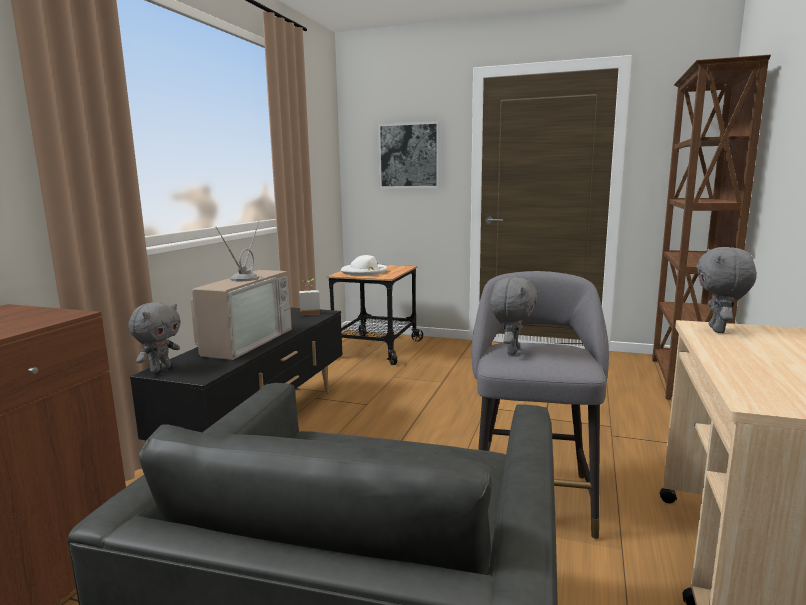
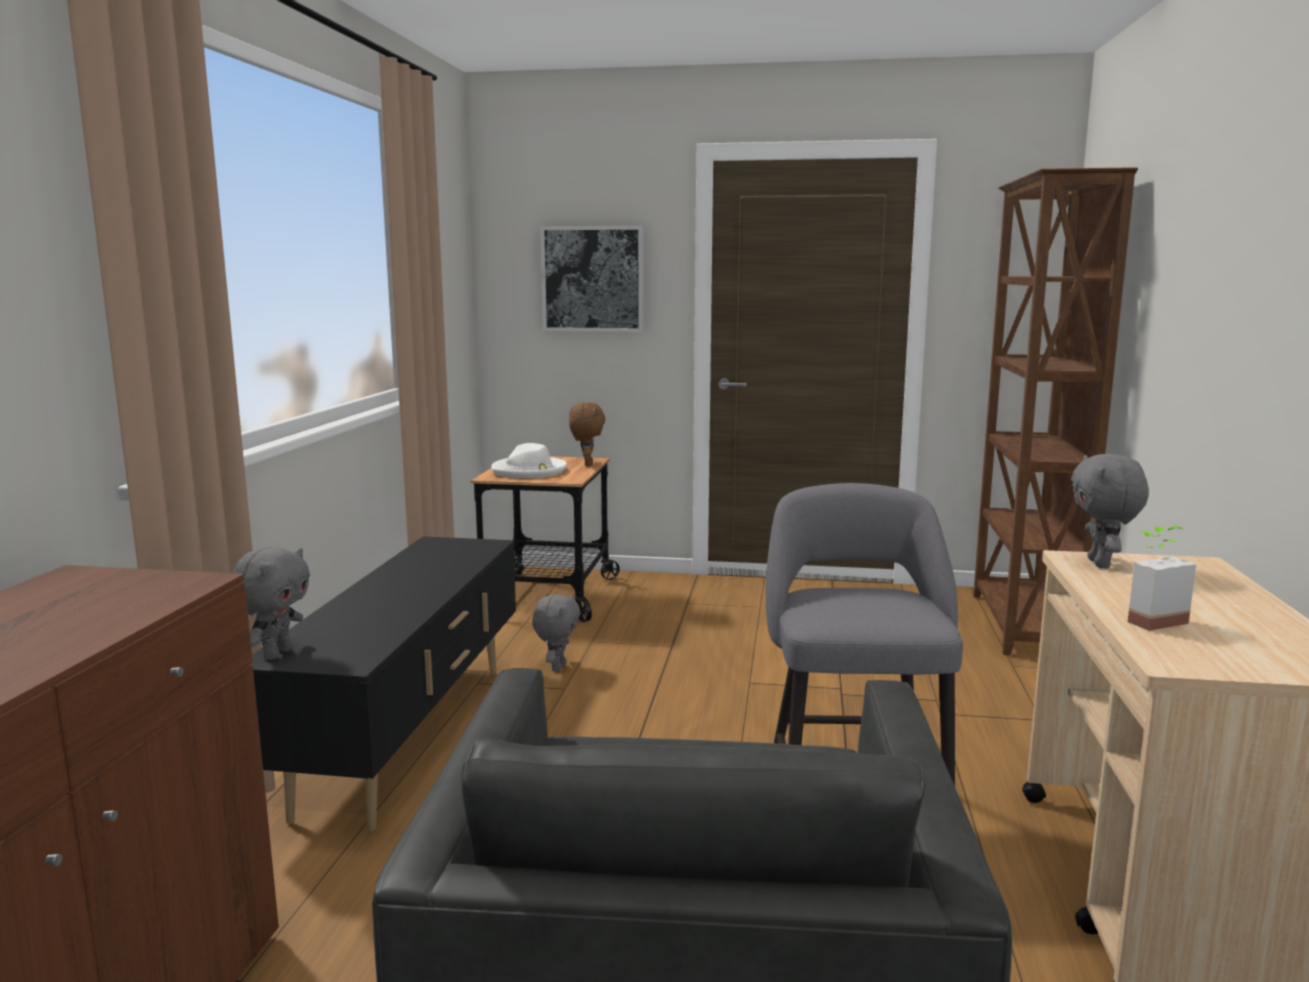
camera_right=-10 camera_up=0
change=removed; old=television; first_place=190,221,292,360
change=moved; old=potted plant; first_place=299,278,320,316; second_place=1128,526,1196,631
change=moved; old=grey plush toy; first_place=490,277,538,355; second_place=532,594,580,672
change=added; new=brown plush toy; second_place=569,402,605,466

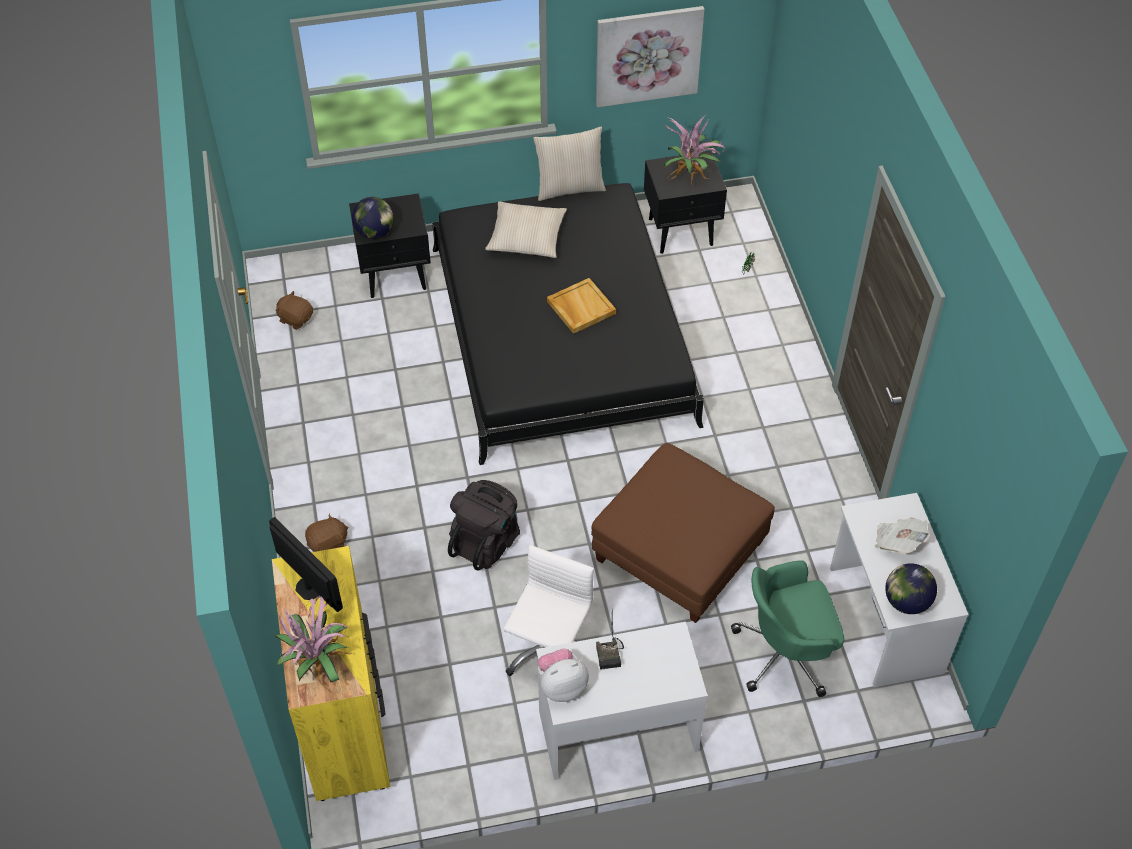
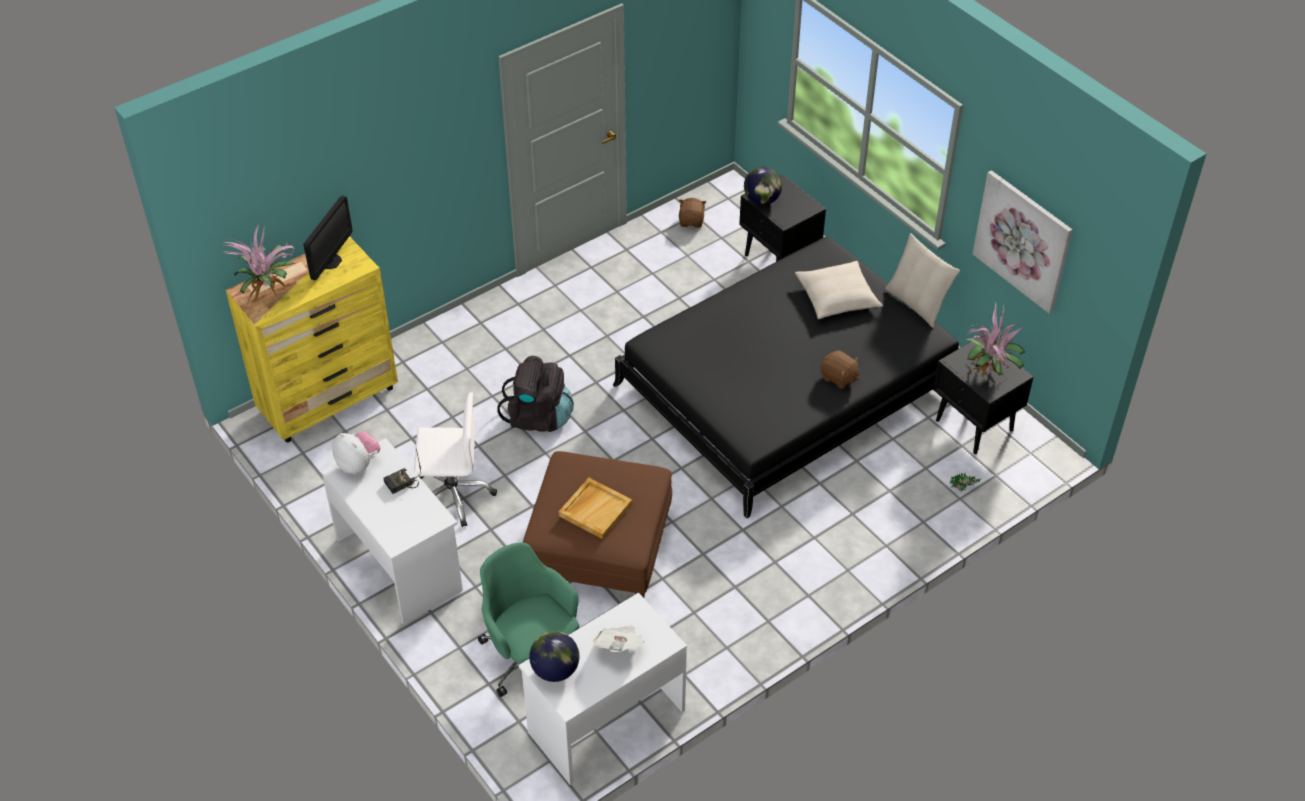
camera_right=65 camera_up=-5
change=moved; old=brown plush toy; first_place=305,513,348,552; second_place=821,350,859,389
change=moved; old=beige tray; first_place=547,278,616,334; second_place=559,478,632,539

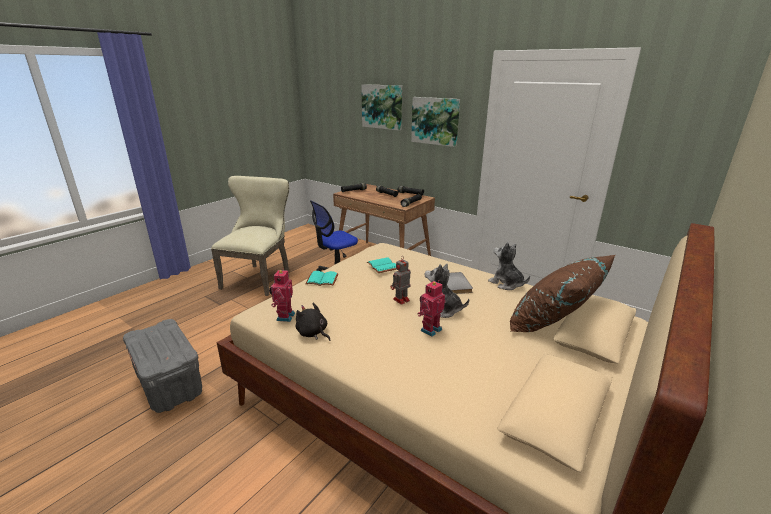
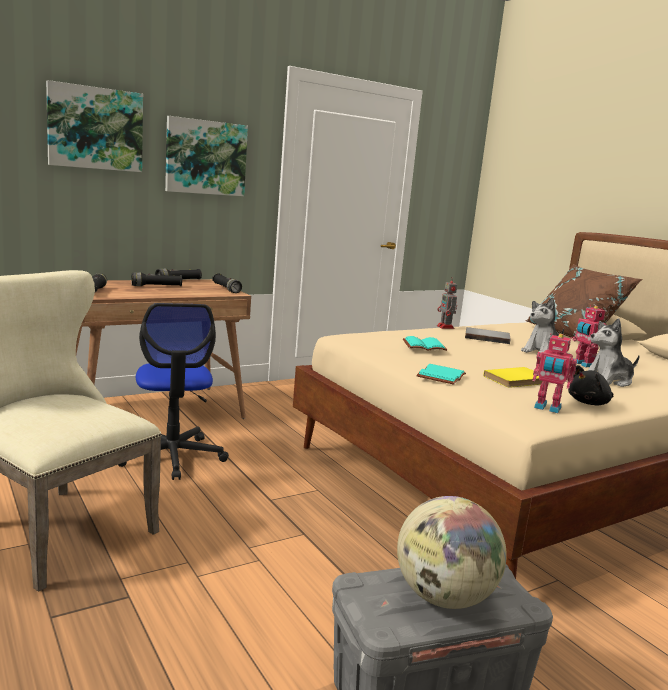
camera_right=-70 camera_up=-10
change=moved; old=toy robot; first_place=390,257,411,305; second_place=437,277,457,329
change=moved; old=plush toy; first_place=488,242,530,290; second_place=588,318,640,387
change=added; new=globe; second_place=397,496,507,609
change=added; new=yellow book; second_place=483,367,543,388

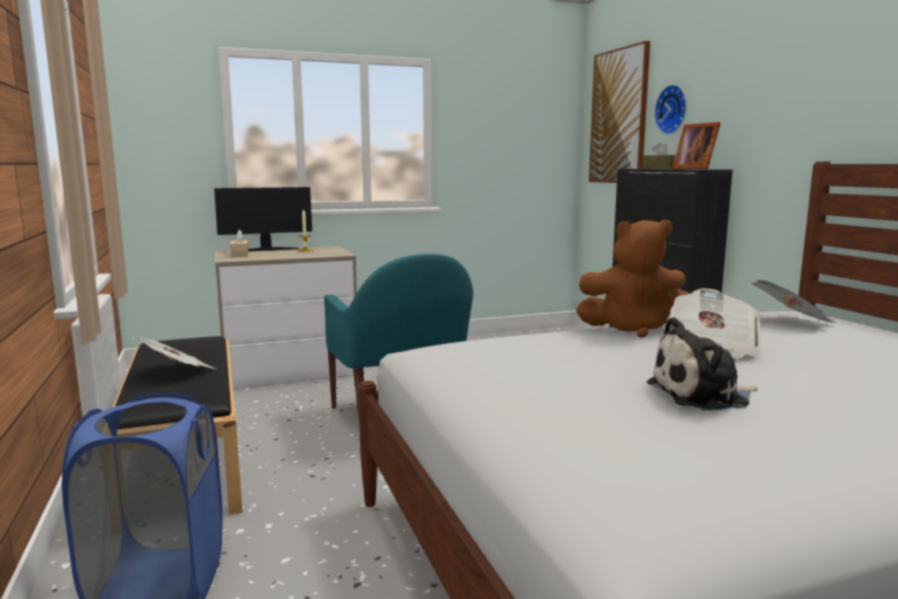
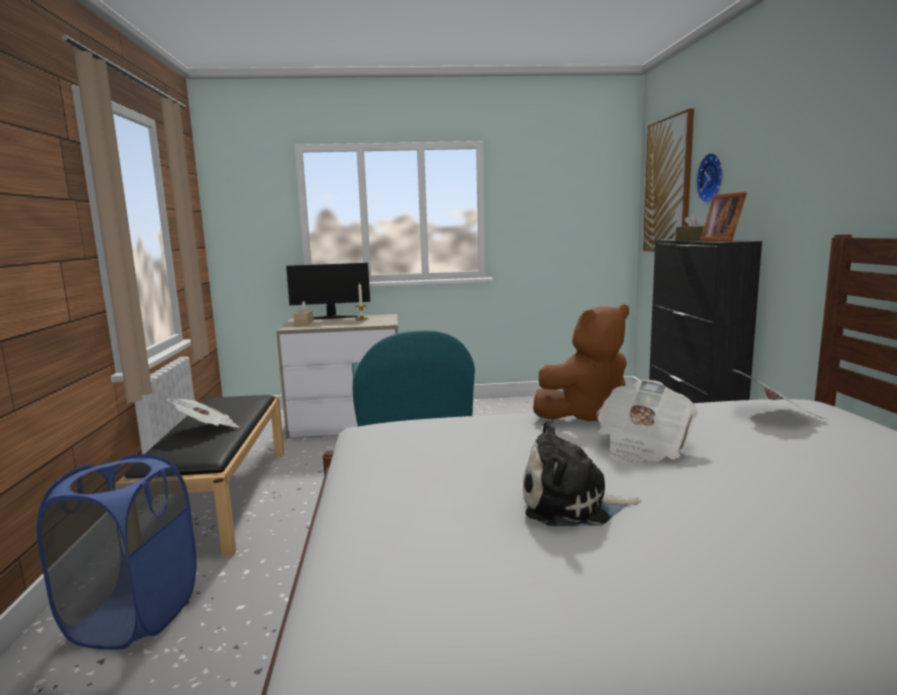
camera_right=15 camera_up=0
change=turned; old=brown plush toy; first_place=576,219,690,338; second_place=533,305,629,421; degrees=-45

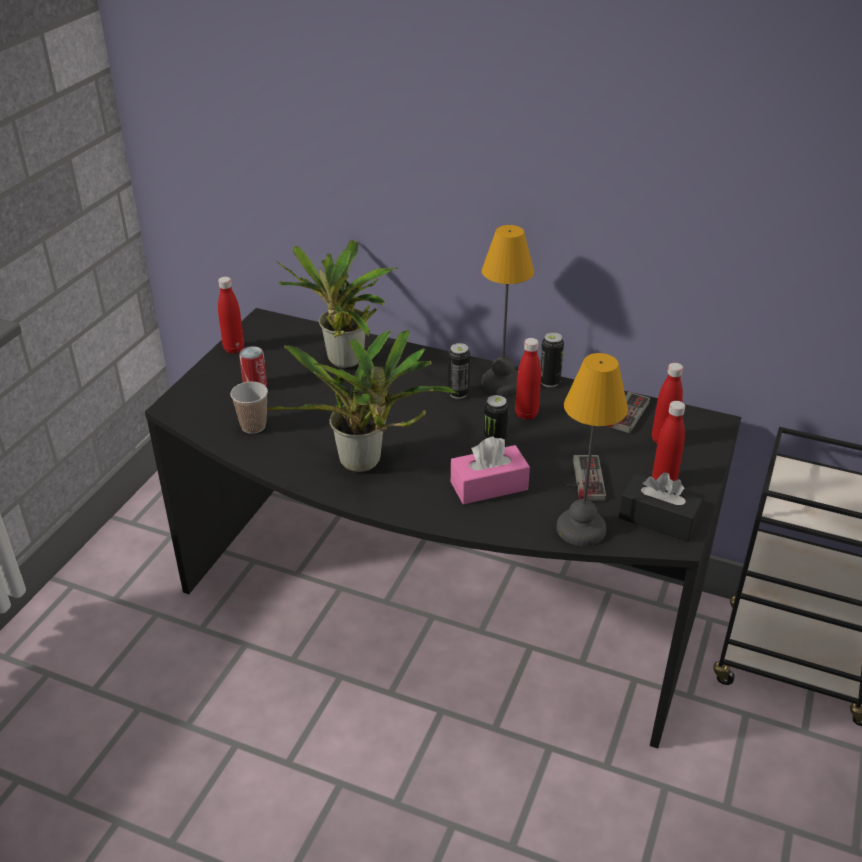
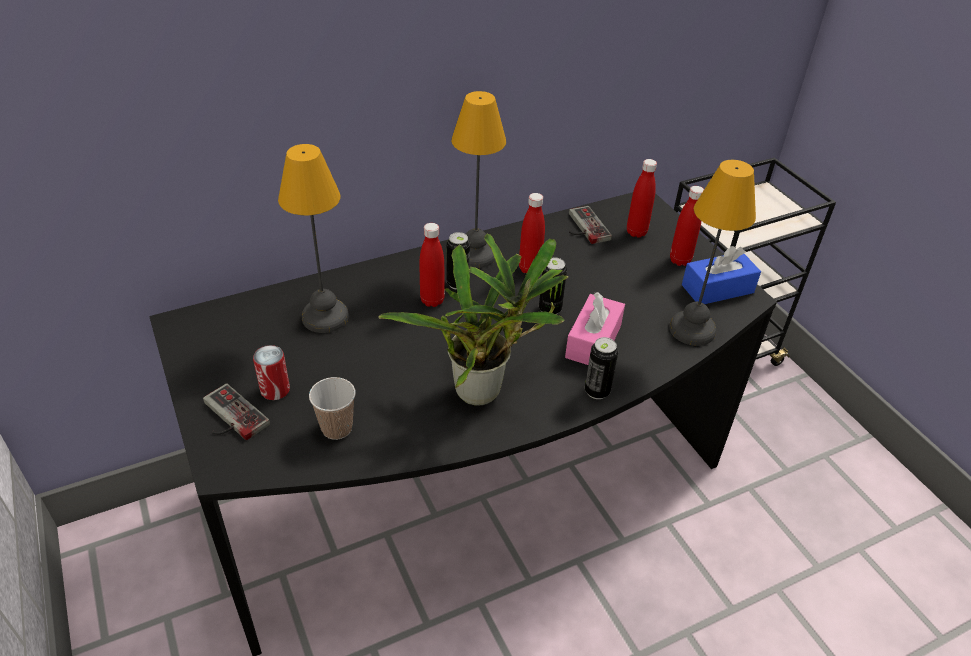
camera_right=-50 camera_up=5
change=moved; old=red bottle; first_place=218,277,244,354; second_place=419,223,445,307
change=replaced; old=potted plant; new=table lamp; first_place=275,240,399,368; second_place=278,144,349,333
change=moved; old=can; first_place=540,332,564,387; second_place=585,337,618,399
change=moved; old=game controller; first_place=561,455,606,501; second_place=203,383,270,440
change=recoloured; old=black tissue box; new=blue tissue box; first_place=619,472,705,542; second_place=682,246,761,304

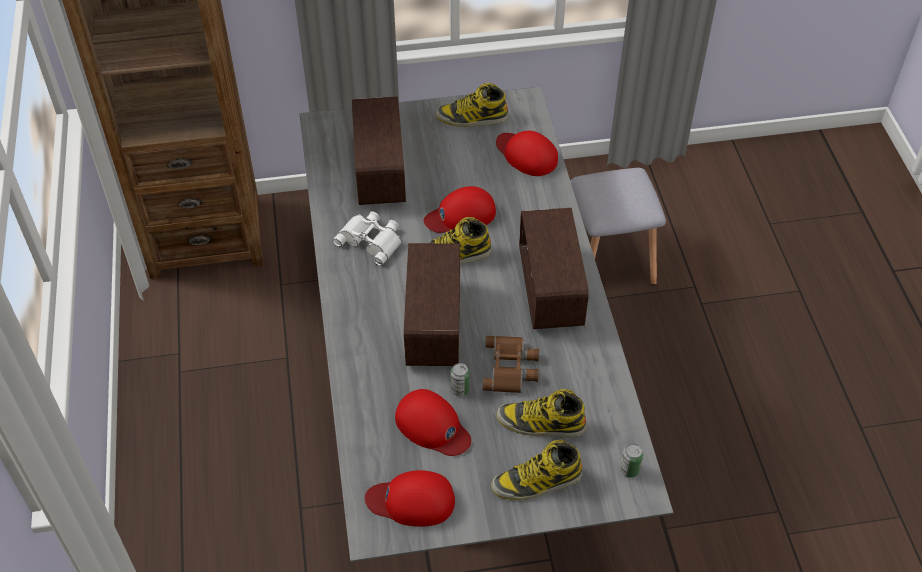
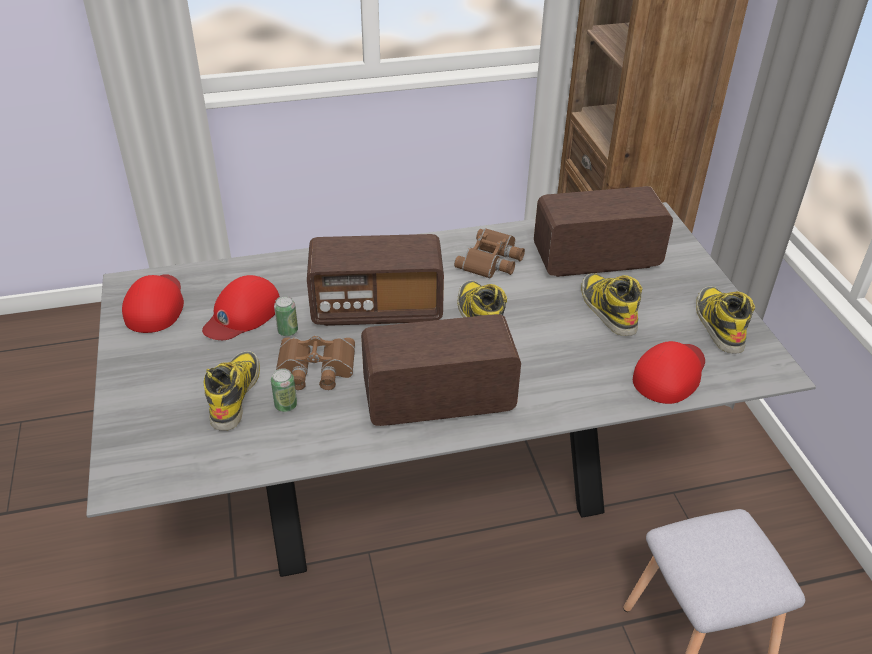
camera_right=85 camera_up=-10
change=recoloured; old=white binoculars; new=brown binoculars; first_place=333,211,402,266; second_place=454,228,525,279
change=removed; old=red cap; first_place=424,186,496,233
change=moved; old=boot; first_place=491,439,582,500; second_place=581,273,643,336
change=moved; old=can; first_place=620,444,643,478; second_place=271,368,297,412

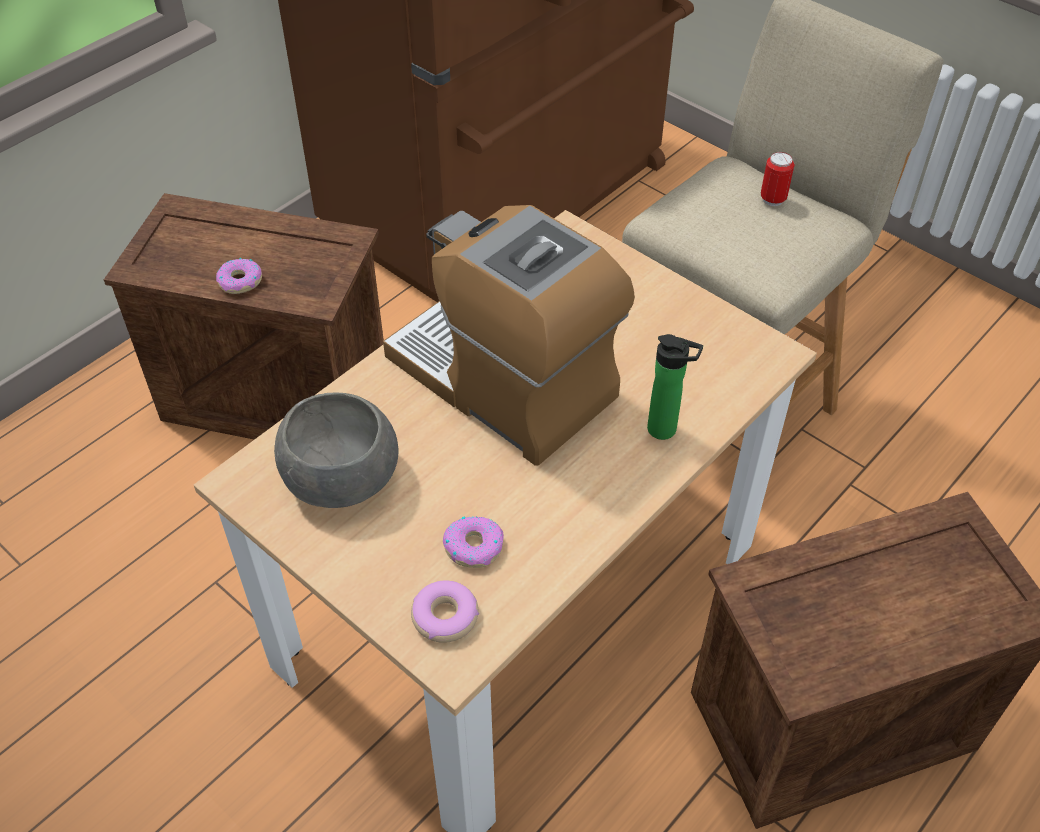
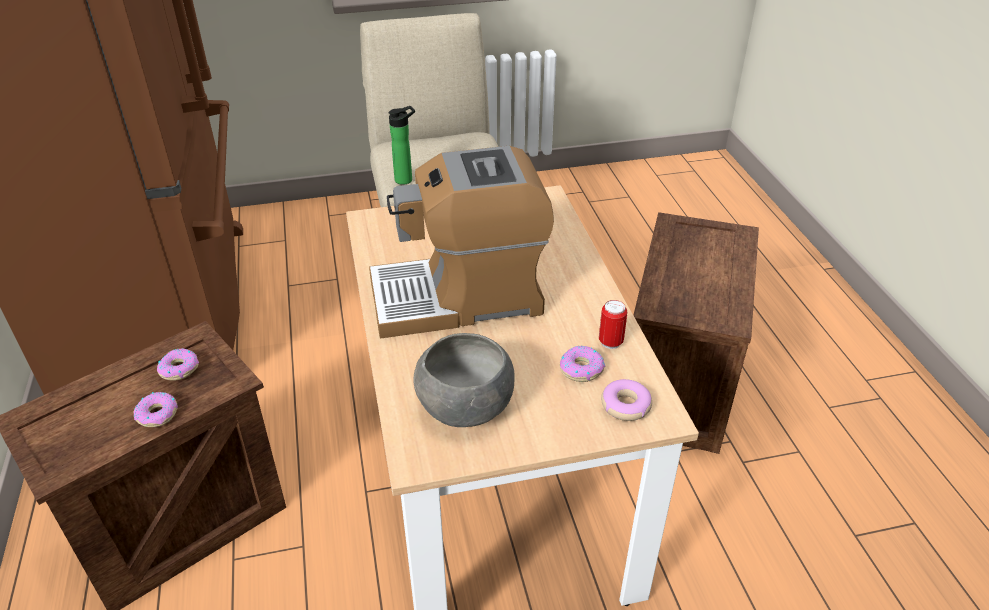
camera_right=-55 camera_up=-10
change=moved; old=bottle; first_place=647,334,703,440; second_place=388,106,415,185
change=moved; old=can; first_place=761,152,794,206; second_place=599,300,627,349
change=added; new=donut; second_place=157,349,199,381

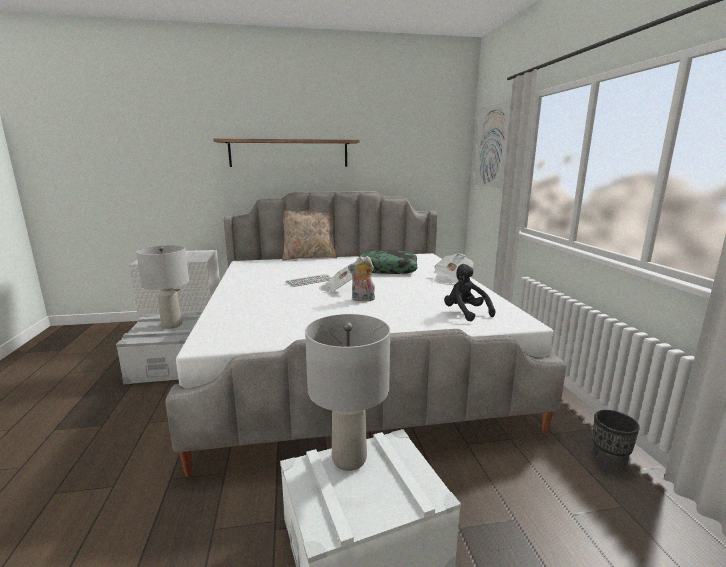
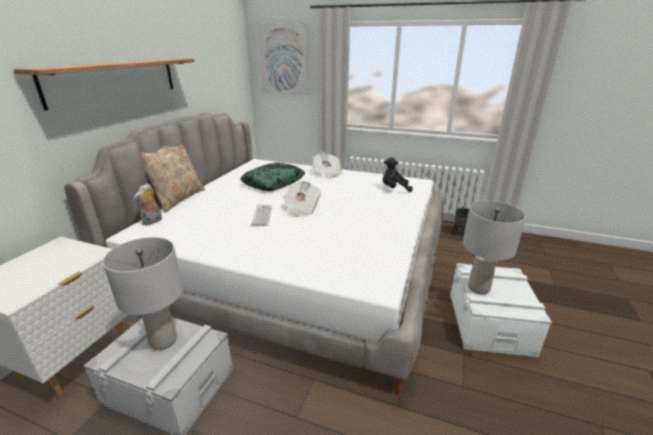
camera_right=-60 camera_up=10
change=moved; old=plush toy; first_place=348,256,375,301; second_place=133,183,162,226

